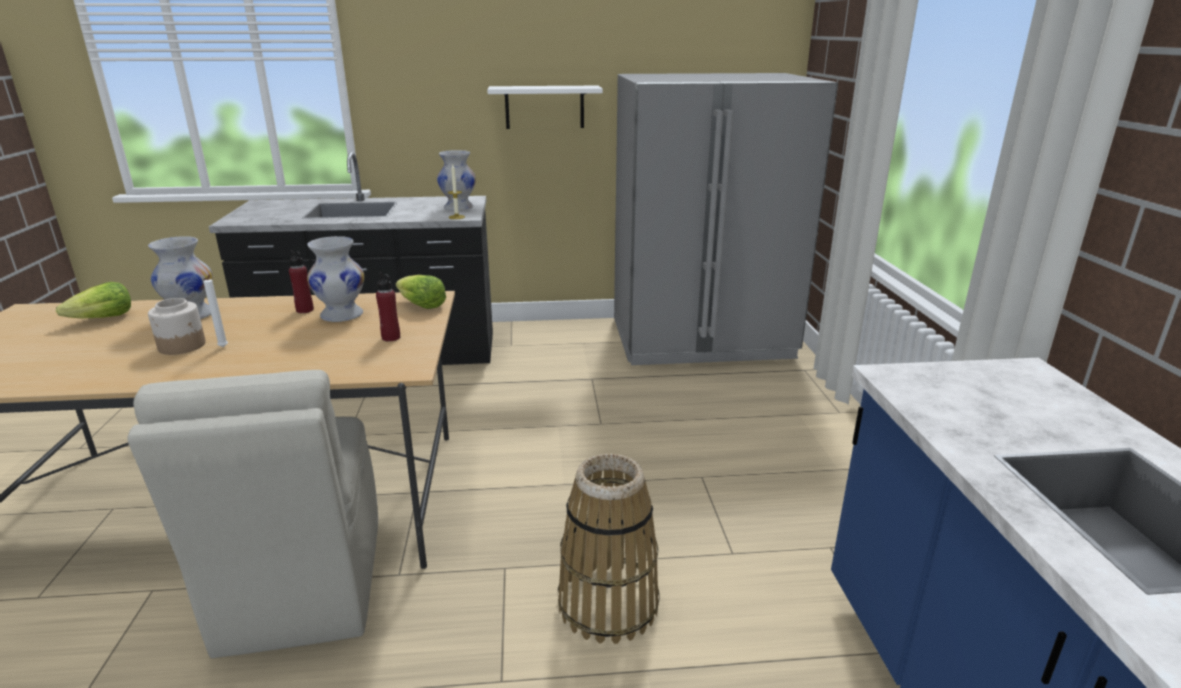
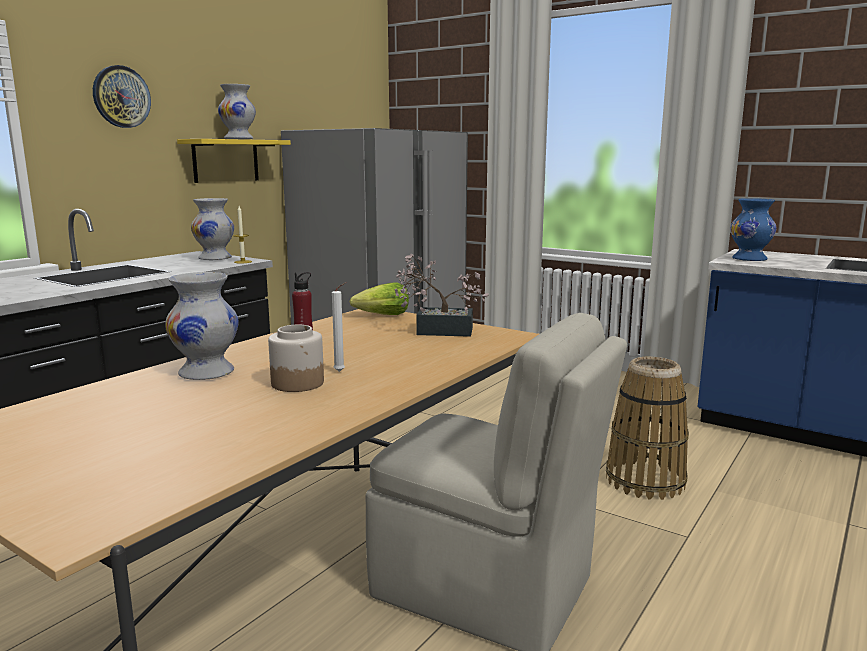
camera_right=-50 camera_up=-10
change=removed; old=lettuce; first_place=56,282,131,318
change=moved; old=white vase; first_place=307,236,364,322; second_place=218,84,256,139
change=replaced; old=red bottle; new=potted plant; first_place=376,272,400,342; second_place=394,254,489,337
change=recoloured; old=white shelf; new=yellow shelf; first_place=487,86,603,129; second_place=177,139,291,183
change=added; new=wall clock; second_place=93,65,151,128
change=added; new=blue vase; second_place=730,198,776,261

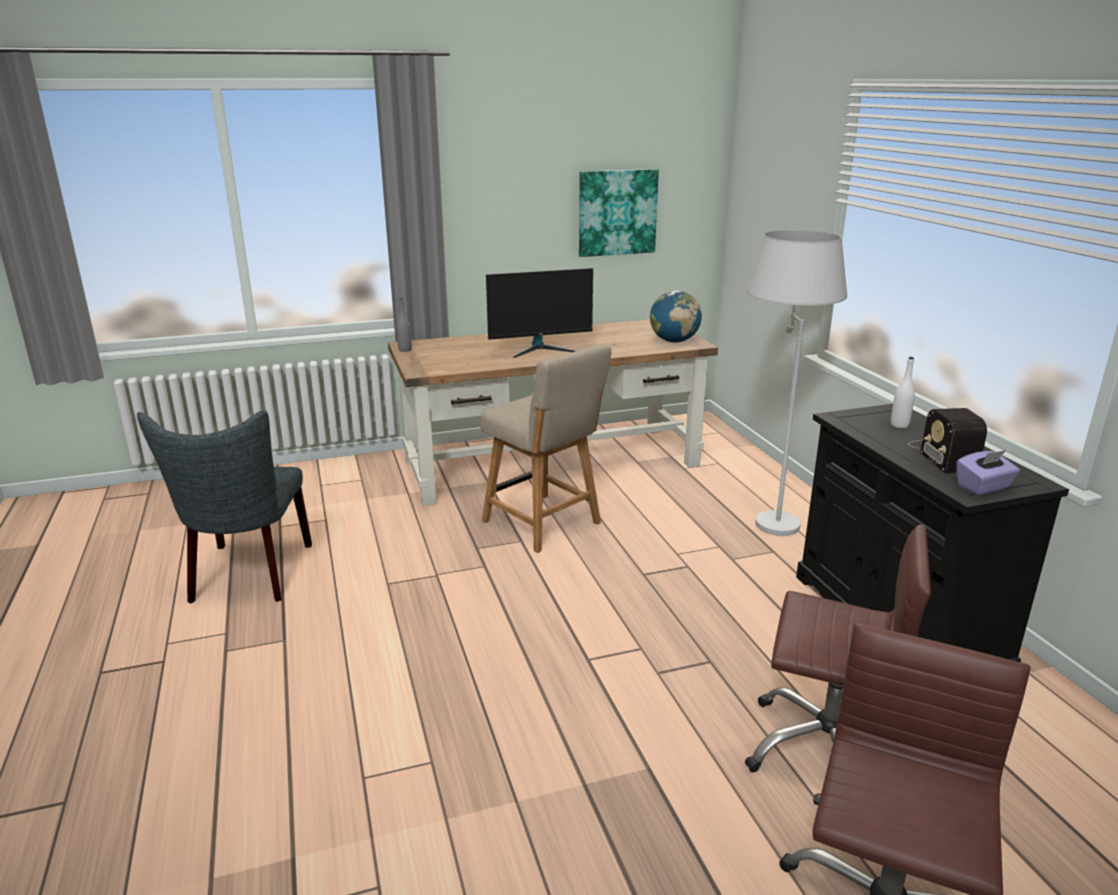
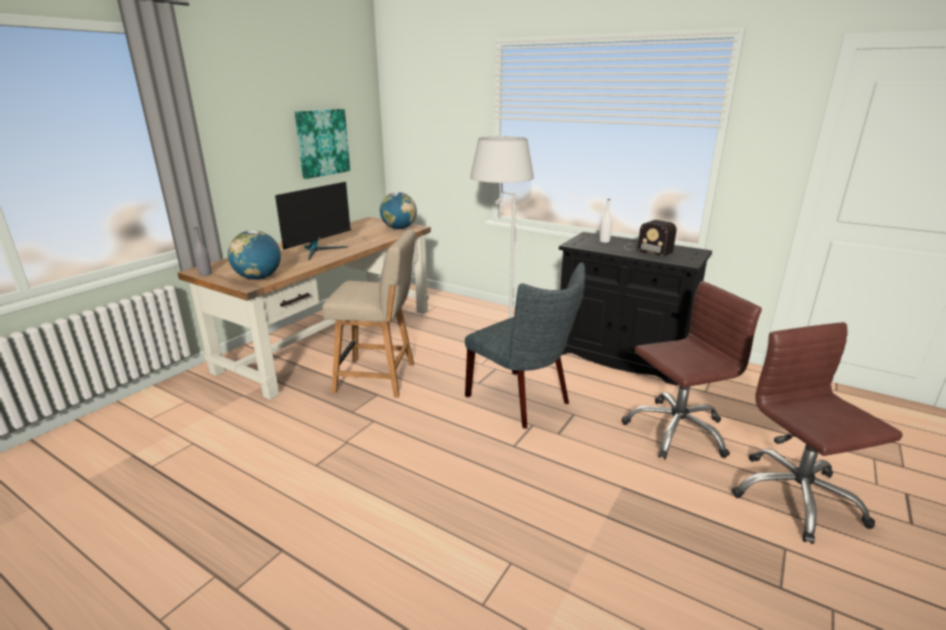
camera_right=-40 camera_up=0
change=moved; old=grey chair; first_place=137,410,312,604; second_place=465,262,585,429
change=removed; old=purple tissue box; first_place=956,450,1020,495
change=added; new=globe; second_place=228,230,281,280

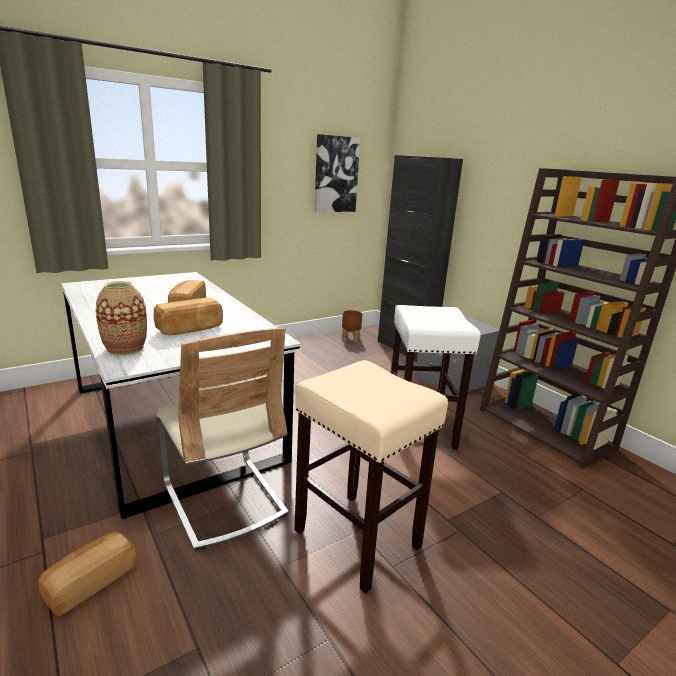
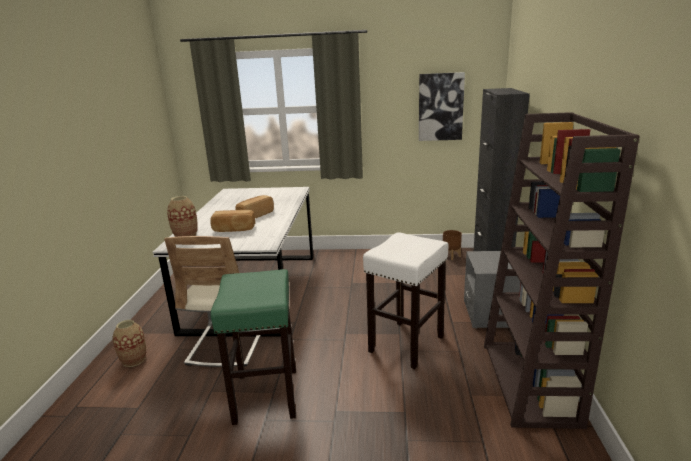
camera_right=40 camera_up=0
change=replaced; old=bread; new=vase; first_place=38,531,136,616; second_place=113,320,146,367
change=recoloured; old=beige stool; new=green stool; first_place=294,360,448,594; second_place=210,269,296,425

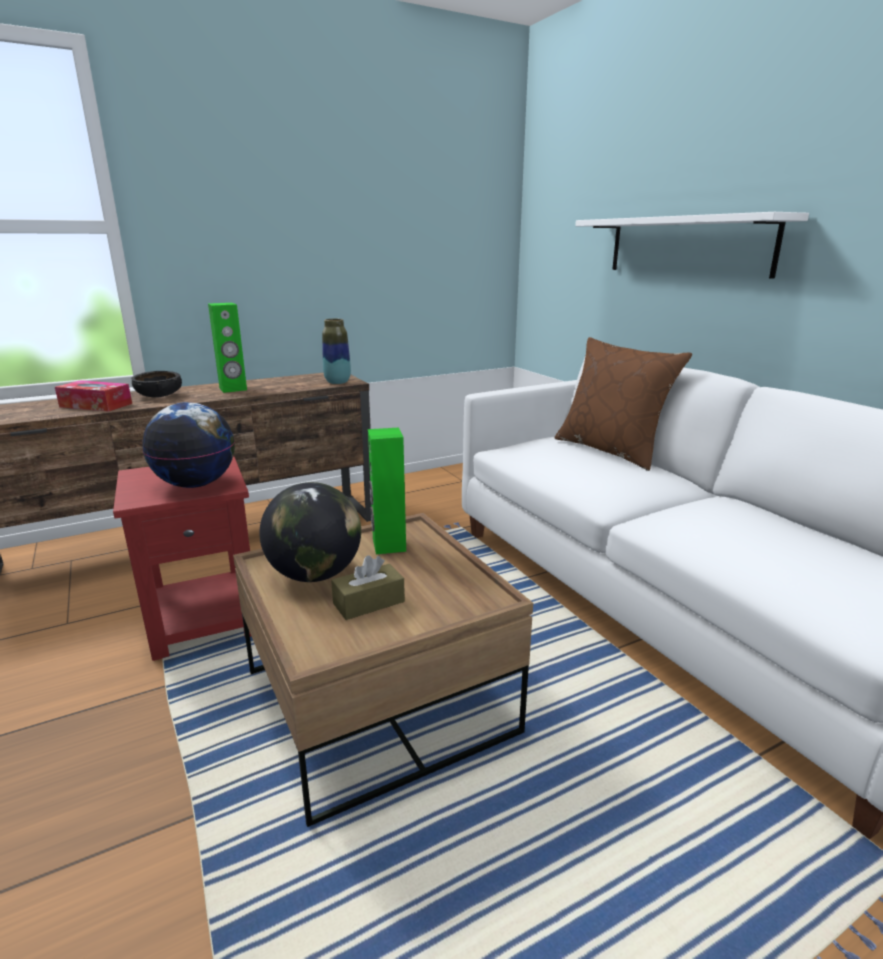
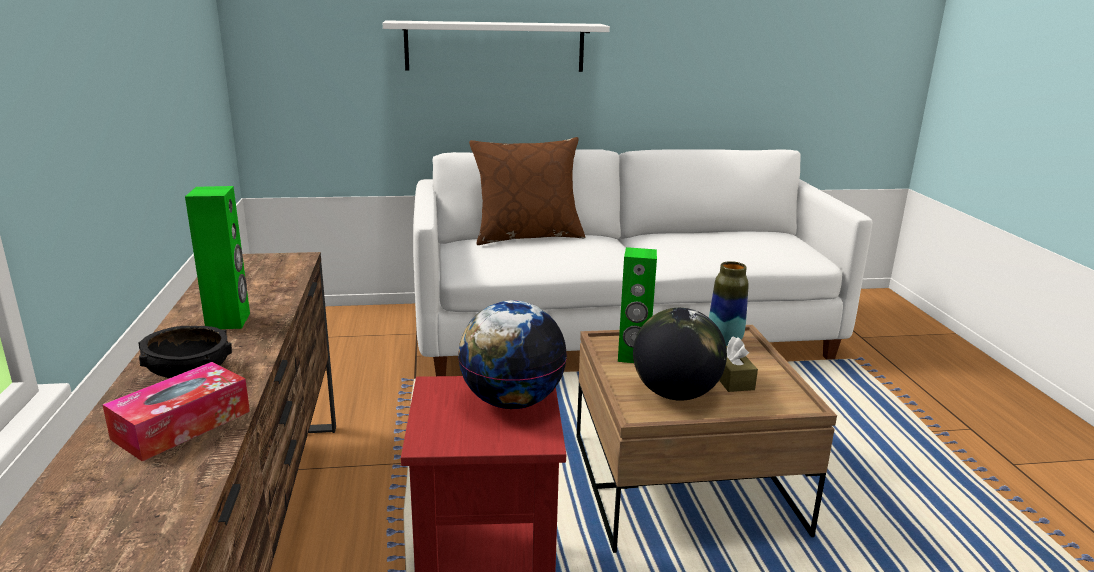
camera_right=-70 camera_up=0
change=moved; old=vase; first_place=322,319,351,384; second_place=709,261,749,346

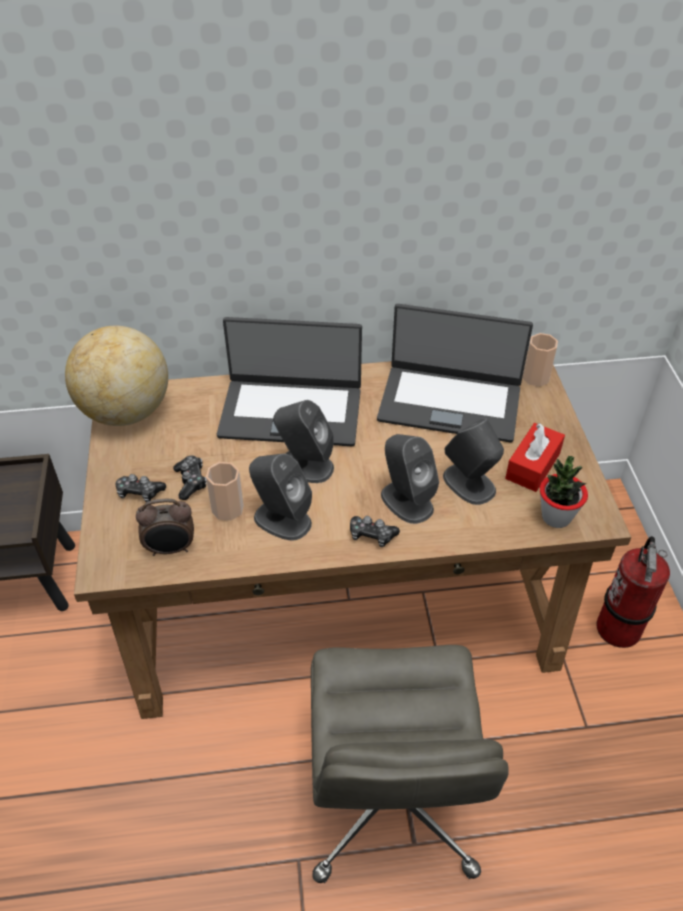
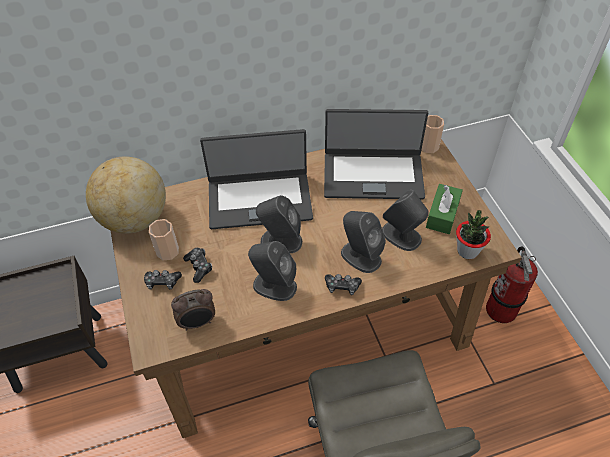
camera_right=-10 camera_up=5
change=moved; old=cup; first_place=206,462,244,521; second_place=149,219,179,260
change=recoloured; old=red tissue box; new=green tissue box; first_place=505,423,565,492; second_place=426,184,463,234

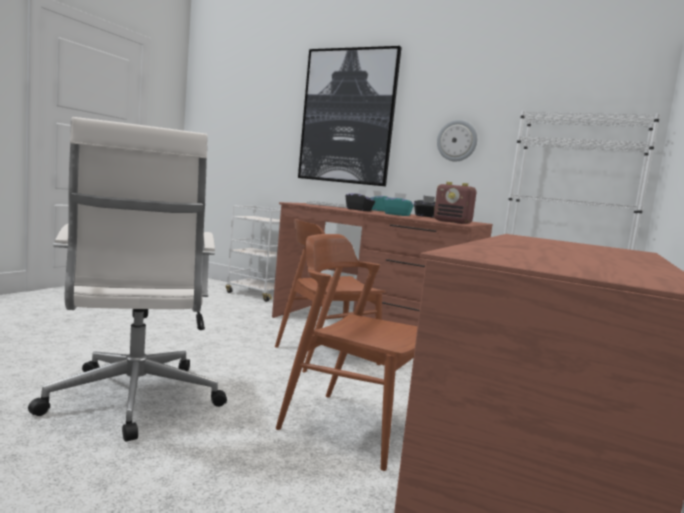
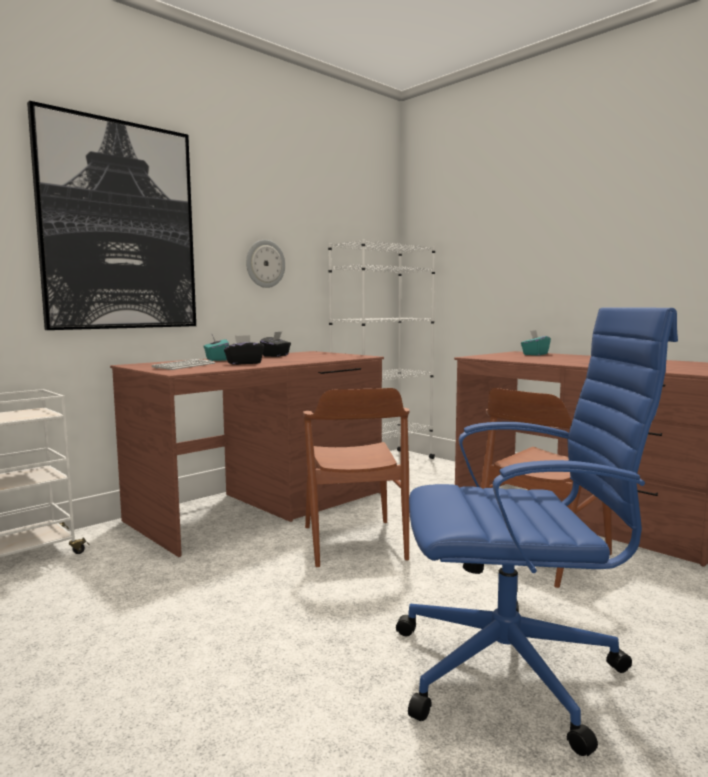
camera_right=-70 camera_up=0
change=recoloured; old=white office chair; new=blue office chair; first_place=28,117,227,442; second_place=396,308,678,756
change=moved; old=turquoise tissue box; first_place=383,193,414,216; second_place=521,330,551,356
change=removed; old=radio; first_place=434,182,476,224

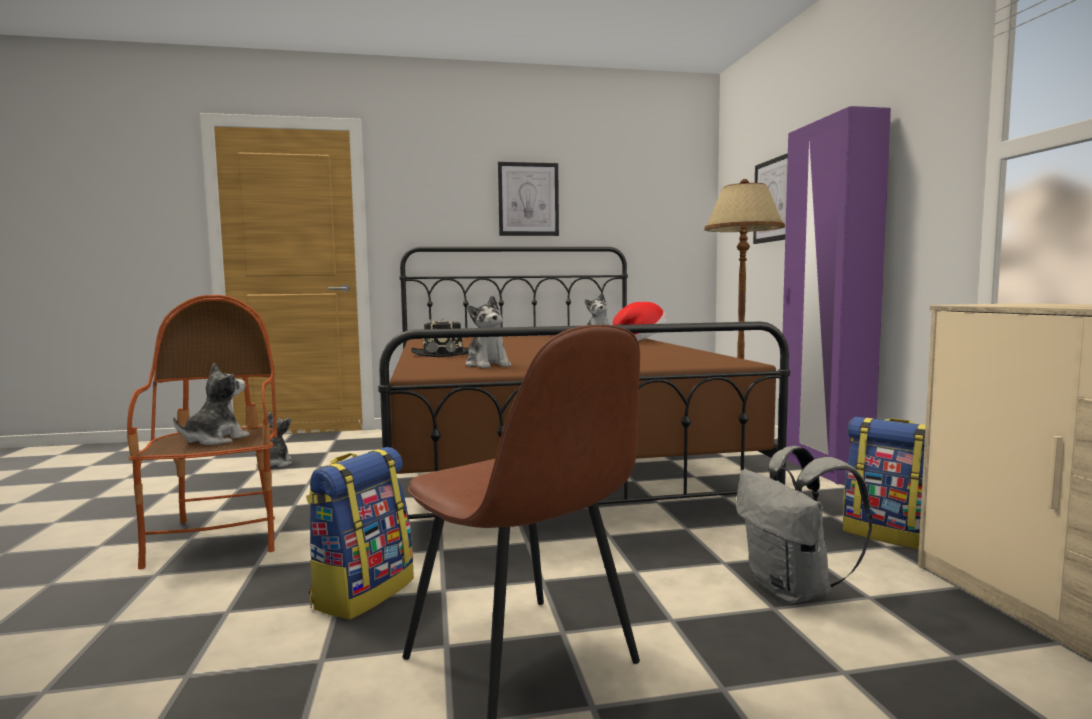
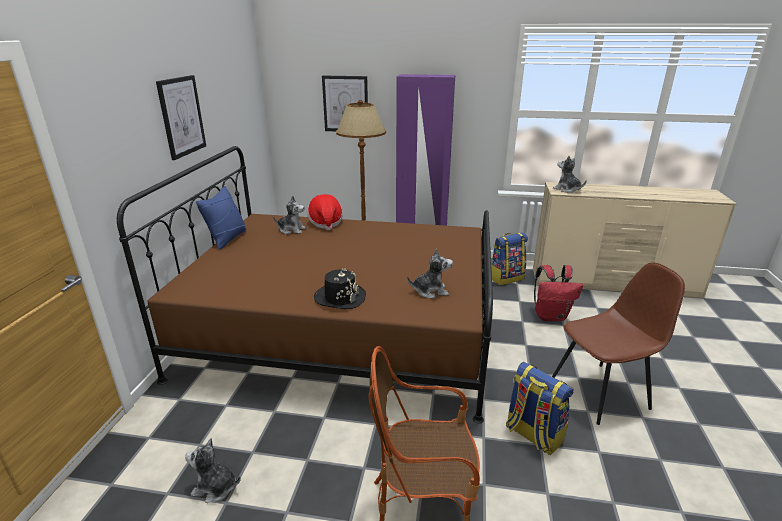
camera_right=-70 camera_up=20
change=moved; old=plush toy; first_place=173,363,250,445; second_place=553,156,587,193
change=recoloured; old=grey backpack; new=red backpack; first_place=736,446,872,604; second_place=534,265,583,321
change=added; new=blue pillow; second_place=196,186,246,250

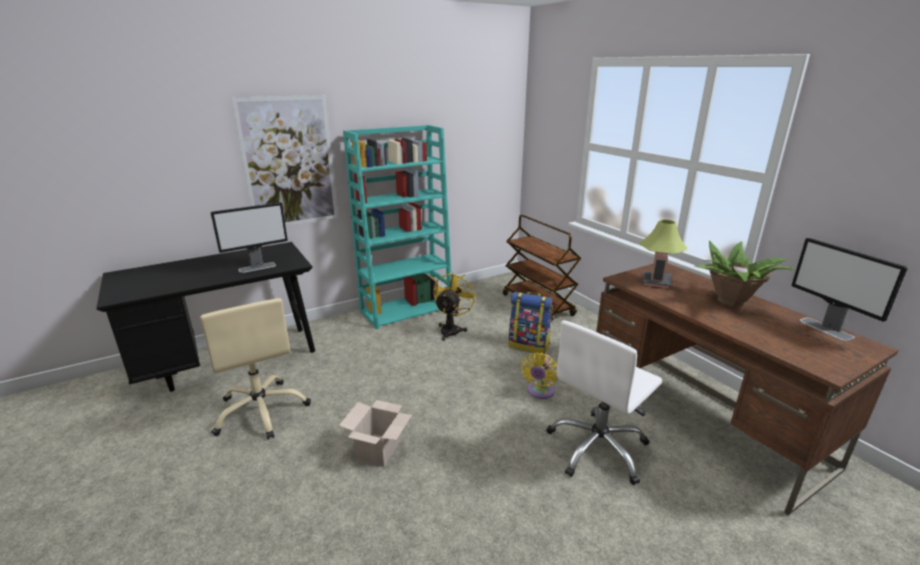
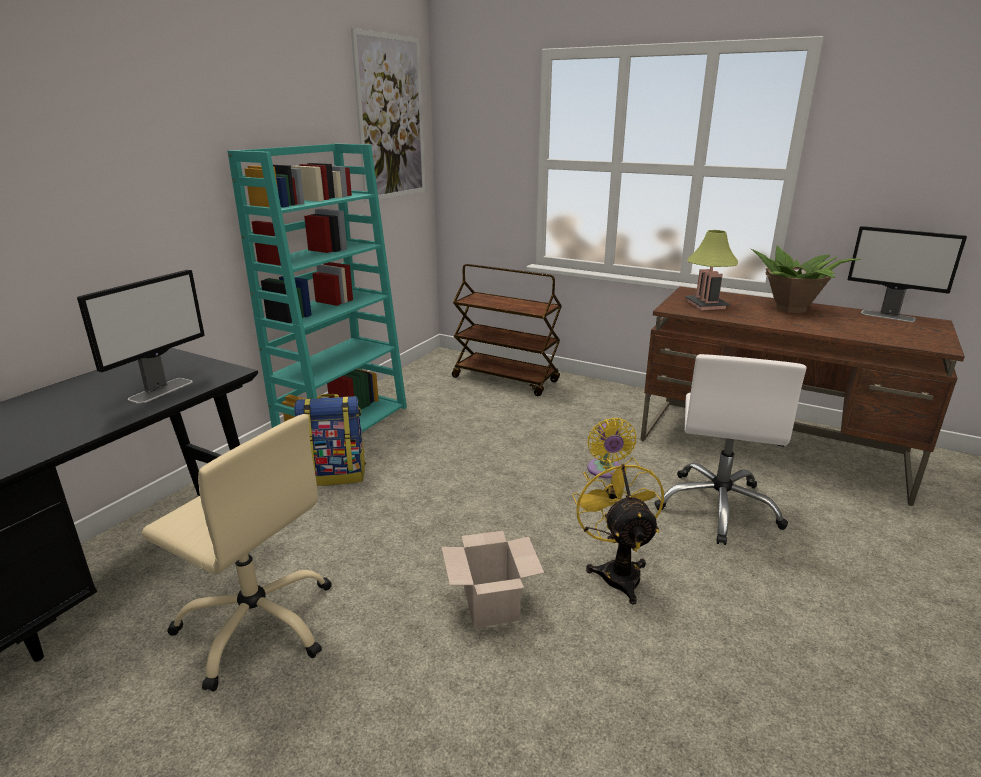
camera_right=-30 camera_up=0
change=moved; old=picture; first_place=231,95,338,226; second_place=351,28,425,202
change=moved; old=yellow fan; first_place=433,272,477,341; second_place=572,457,664,605
change=moved; old=backpack; first_place=508,292,553,354; second_place=294,394,366,486

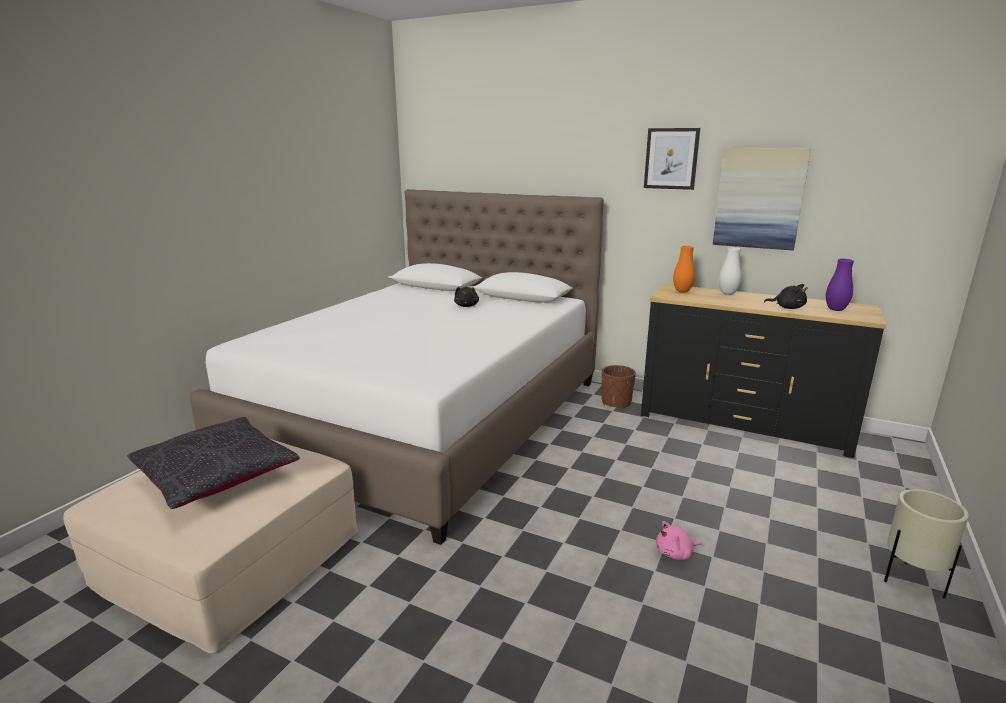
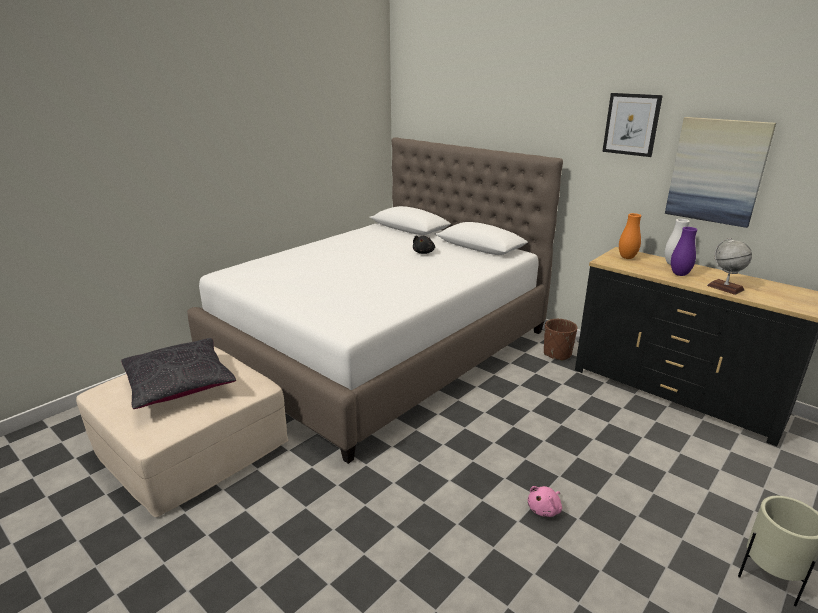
camera_right=15 camera_up=5
change=turned; old=pink plush toy; first_place=656,521,703,560; second_place=527,486,562,517; degrees=-45
change=replaced; old=black plush toy; new=globe; first_place=764,284,808,309; second_place=707,238,752,295
change=moved; old=purple vase; first_place=826,259,854,311; second_place=671,227,697,276

